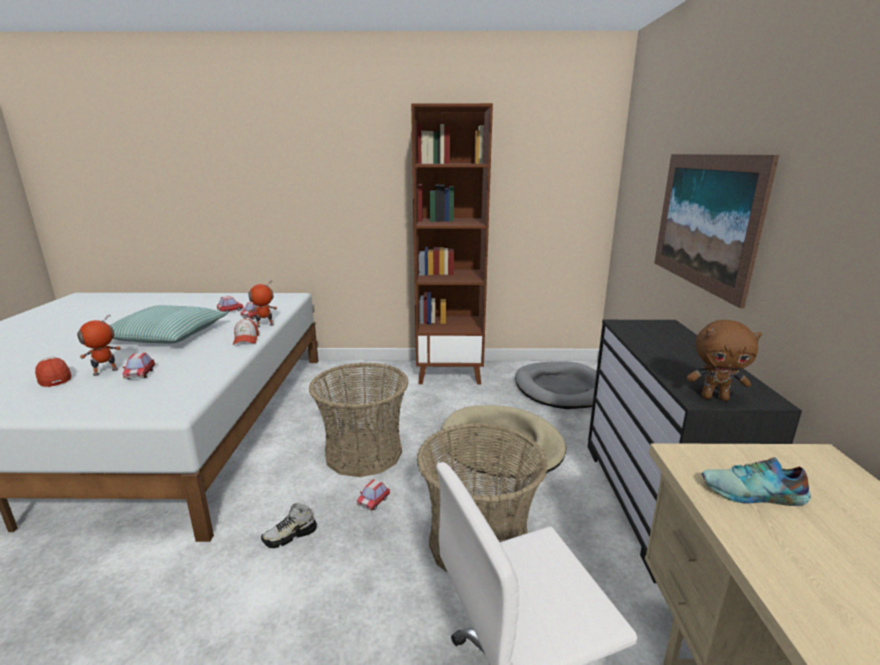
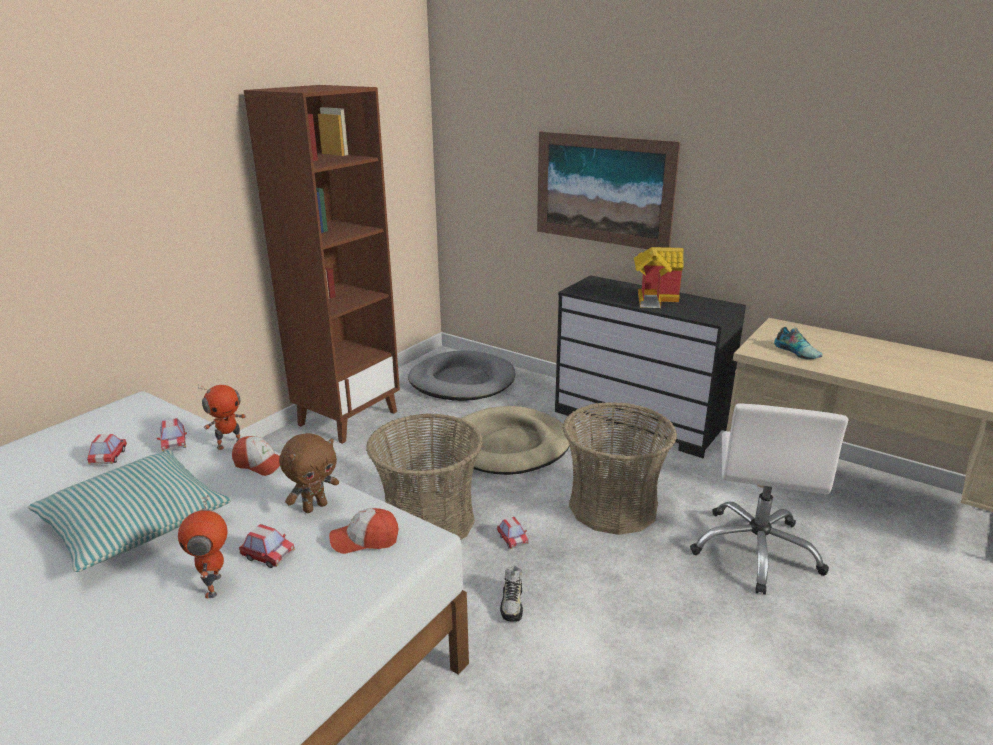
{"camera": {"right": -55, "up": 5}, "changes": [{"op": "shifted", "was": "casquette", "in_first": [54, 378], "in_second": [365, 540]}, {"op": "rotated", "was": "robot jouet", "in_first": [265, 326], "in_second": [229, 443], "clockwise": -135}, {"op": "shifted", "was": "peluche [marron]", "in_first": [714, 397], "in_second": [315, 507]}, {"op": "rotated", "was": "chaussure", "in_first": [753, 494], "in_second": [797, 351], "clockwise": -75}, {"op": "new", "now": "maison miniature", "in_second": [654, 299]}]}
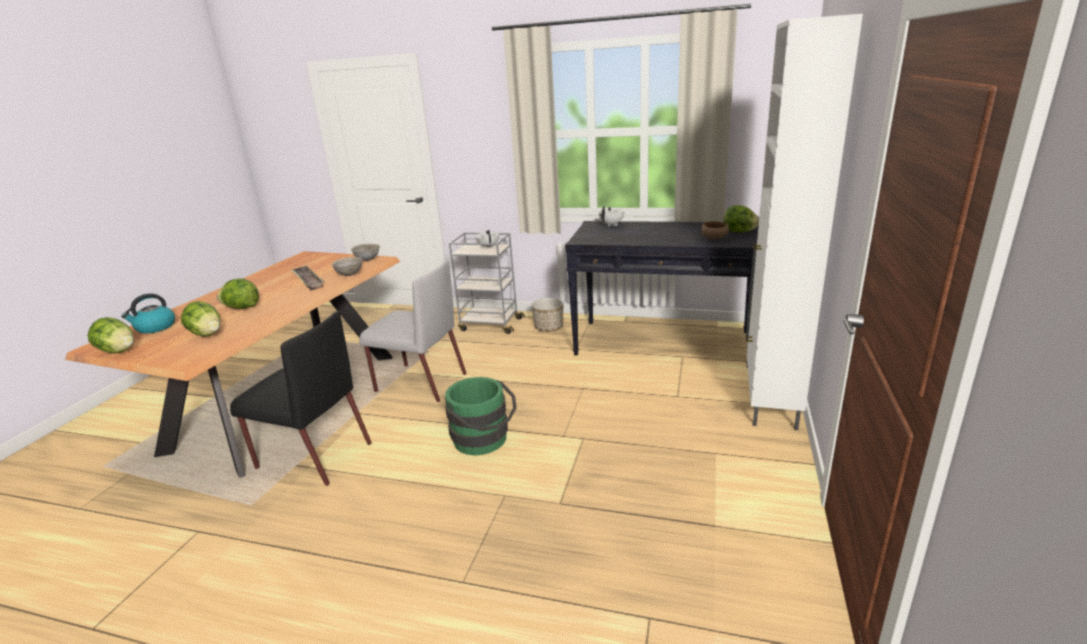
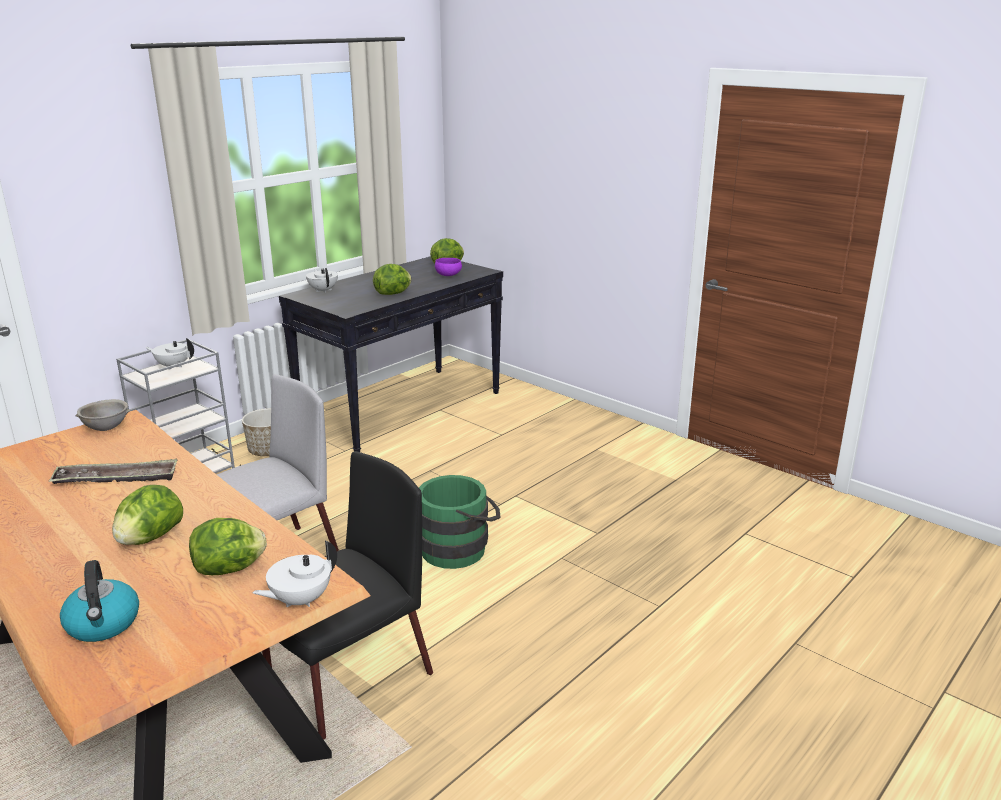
{"camera": {"right": -65, "up": 0}, "changes": [{"op": "shifted", "was": "laitue", "in_first": [118, 351], "in_second": [393, 293]}, {"op": "gone", "was": "bol [gris]", "in_first": [349, 275]}, {"op": "repainted", "was": "bol [marron]", "now": "bol [violet]", "in_first": [715, 238], "in_second": [449, 275]}, {"op": "gone", "was": "meuble de rangement [blanc]", "in_first": [770, 401]}, {"op": "new", "now": "théière [blanc]", "in_second": [300, 600]}]}
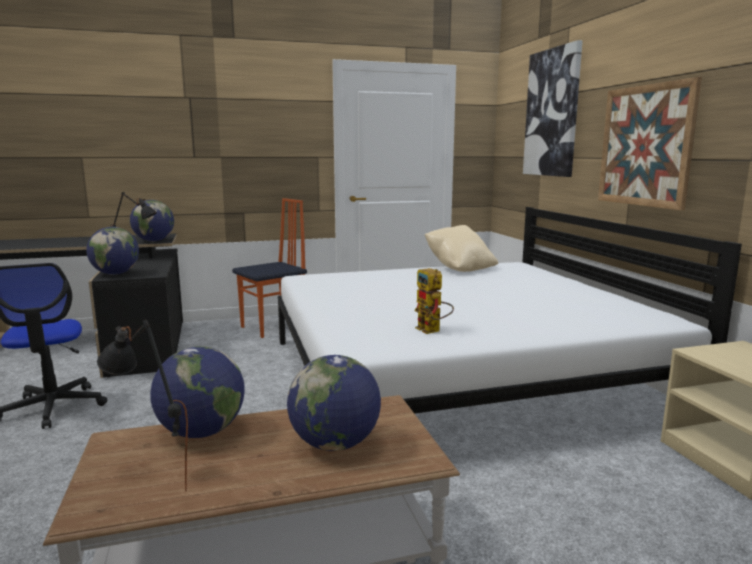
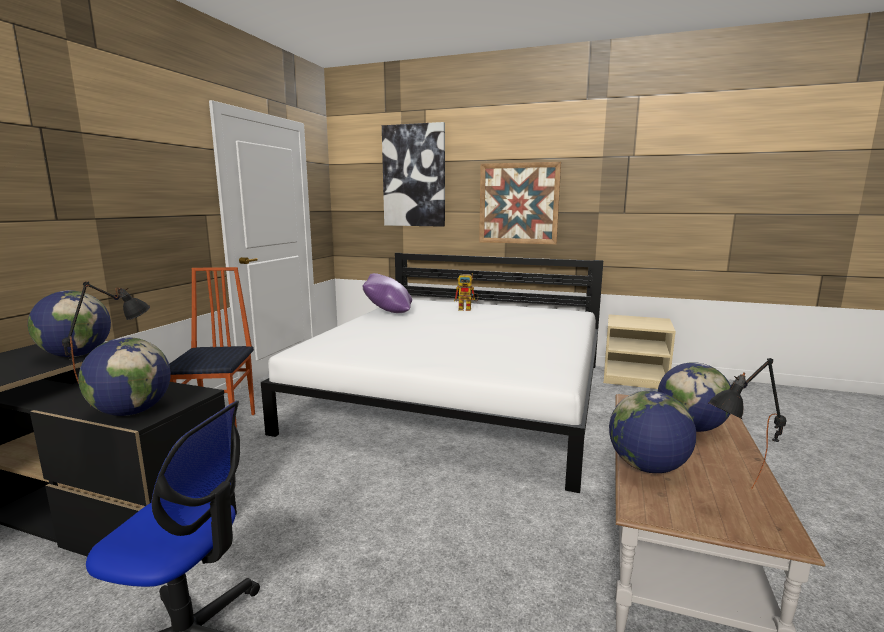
{"camera": {"right": -55, "up": 0}, "changes": [{"op": "shifted", "was": "robot jouet", "in_first": [432, 331], "in_second": [468, 309]}, {"op": "repainted", "was": "coussin [beige]", "now": "coussin [violet]", "in_first": [459, 268], "in_second": [388, 312]}]}
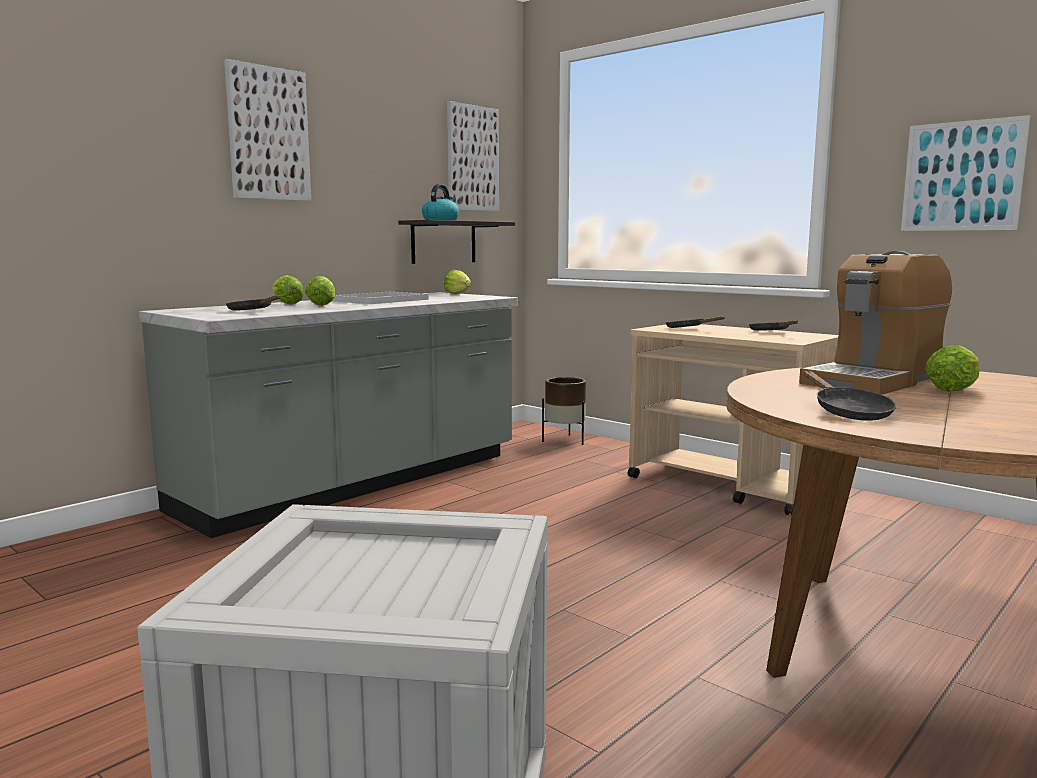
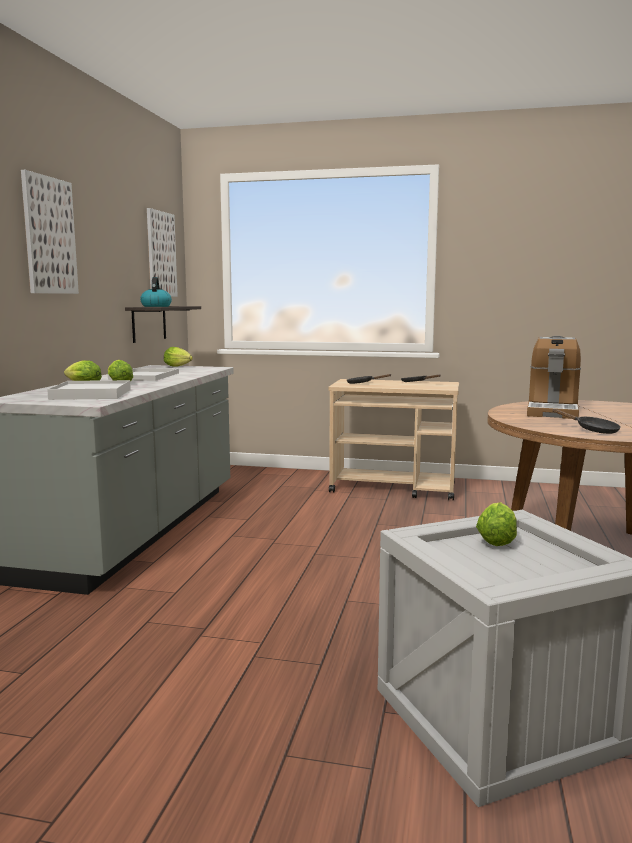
{"camera": {"right": -30, "up": 0}, "changes": [{"op": "swapped", "was": "poêle [noir]", "now": "plateau [blanc]", "in_first": [252, 311], "in_second": [91, 394]}, {"op": "gone", "was": "cache-pot [marron]", "in_first": [564, 440]}, {"op": "gone", "was": "tableau", "in_first": [962, 176]}, {"op": "shifted", "was": "laitue", "in_first": [954, 389], "in_second": [497, 540]}]}
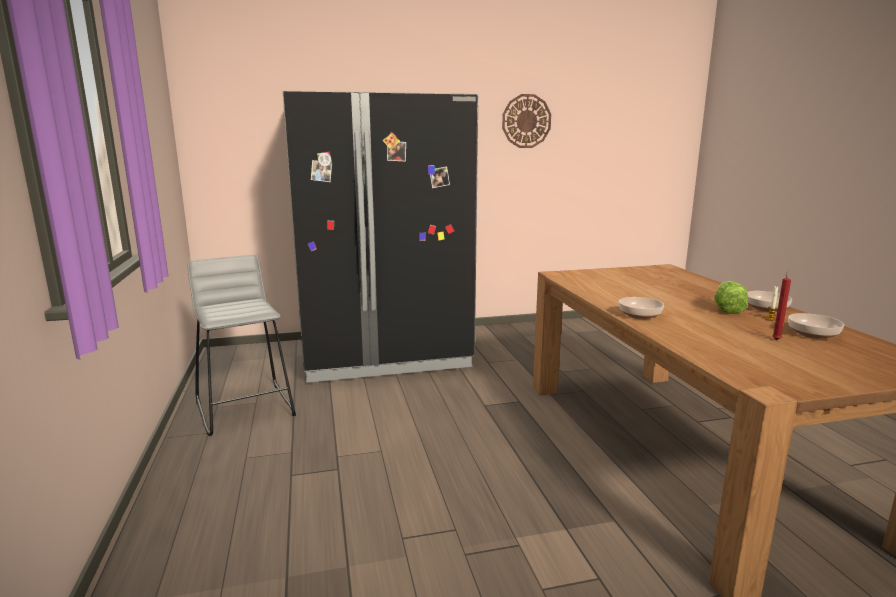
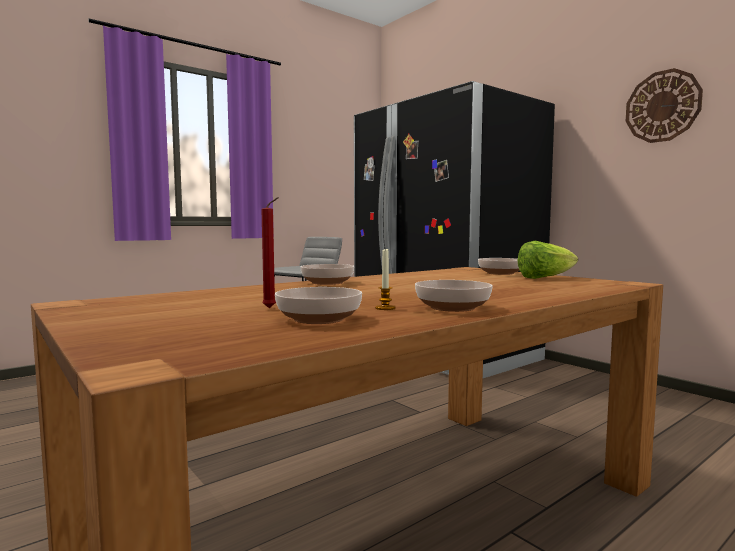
{"camera": {"right": 65, "up": -10}, "changes": [{"op": "shifted", "was": "laitue", "in_first": [726, 309], "in_second": [544, 278]}, {"op": "new", "now": "bol", "in_second": [500, 273]}]}
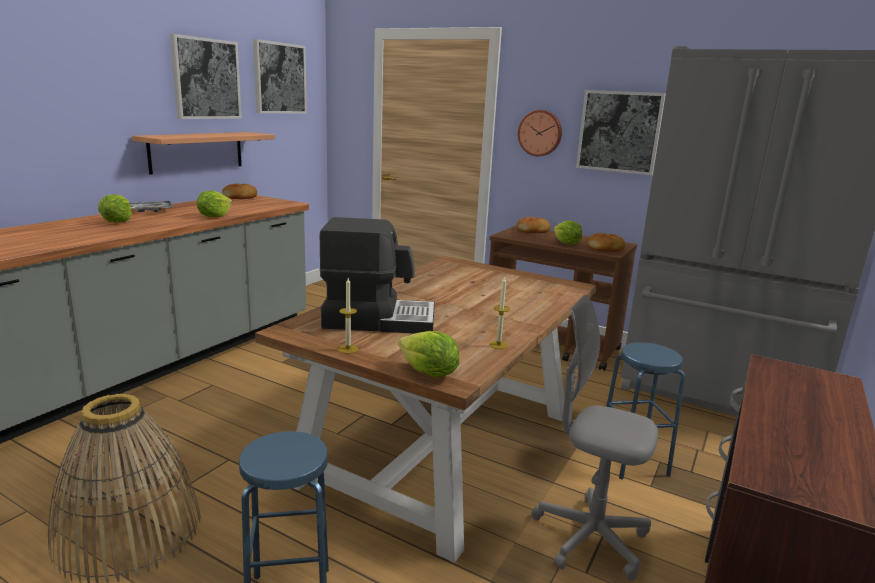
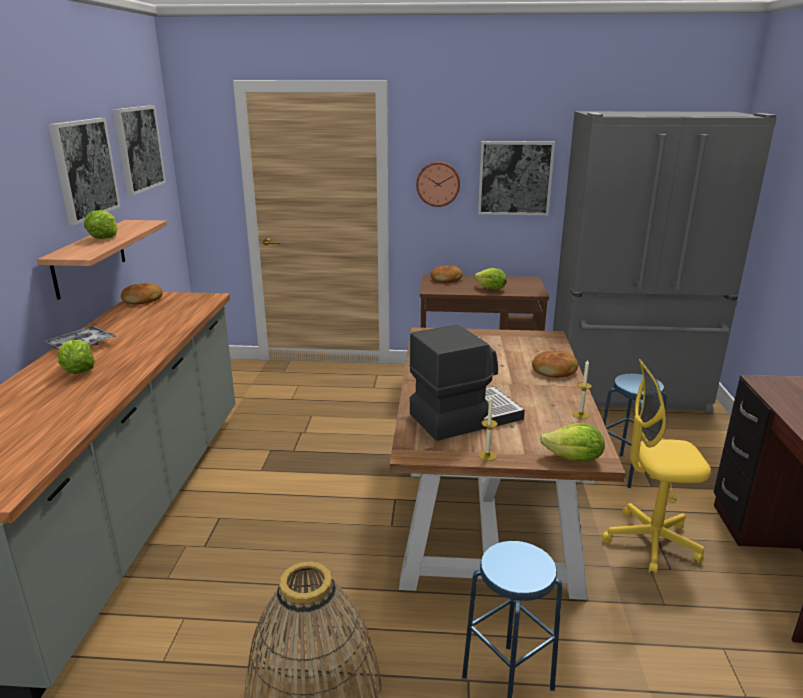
{"camera": {"right": -25, "up": 5}, "changes": [{"op": "shifted", "was": "laitue", "in_first": [214, 216], "in_second": [104, 238]}, {"op": "repainted", "was": "chaise de bureau [gris]", "now": "chaise de bureau [jaune]", "in_first": [590, 538], "in_second": [650, 542]}, {"op": "shifted", "was": "pain", "in_first": [605, 249], "in_second": [555, 371]}]}
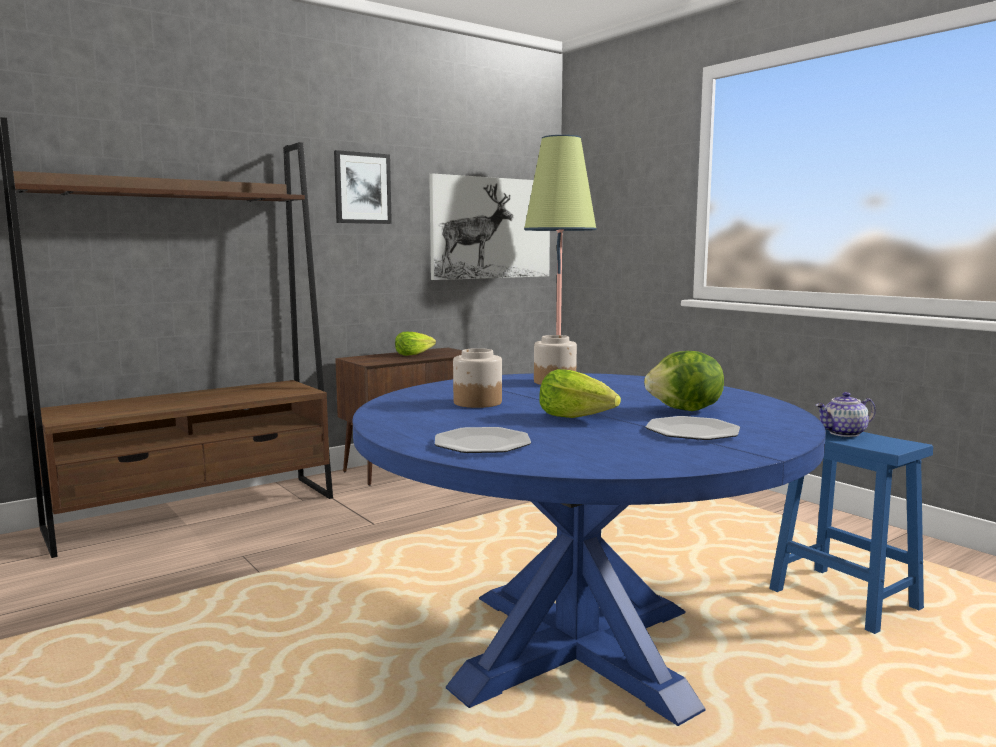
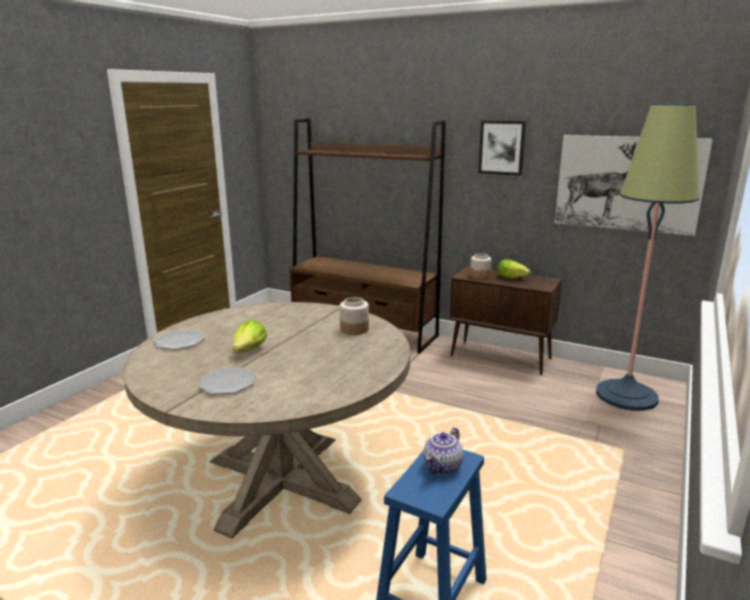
{"camera": {"right": 65, "up": 10}, "changes": [{"op": "repainted", "was": "table à manger [bleu]", "now": "table à manger [beige]", "in_first": [576, 649], "in_second": [281, 481]}, {"op": "shifted", "was": "bocal", "in_first": [477, 402], "in_second": [480, 276]}, {"op": "gone", "was": "laitue", "in_first": [685, 410]}, {"op": "rotated", "was": "théière", "in_first": [844, 433], "in_second": [443, 467], "clockwise": -105}]}
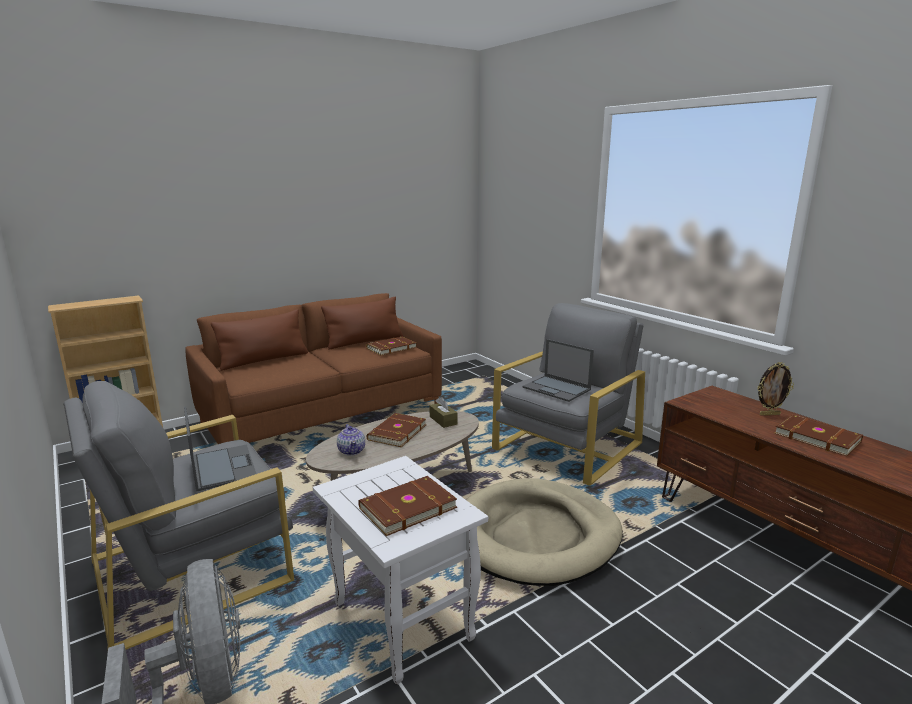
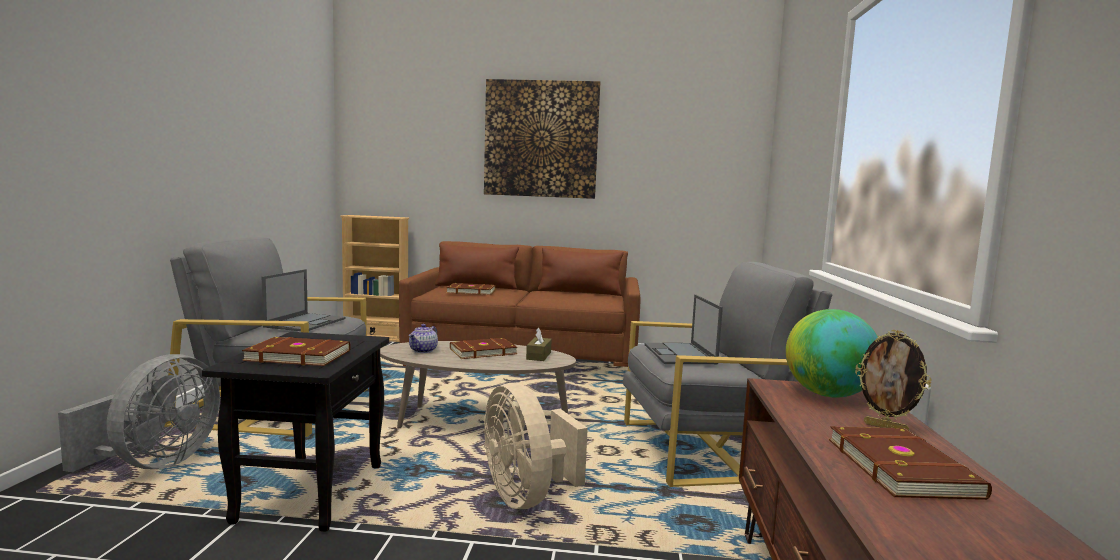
{"camera": {"right": 40, "up": -10}, "changes": [{"op": "repainted", "was": "table d'appoint [blanc]", "now": "table d'appoint [noir]", "in_first": [400, 620], "in_second": [310, 491]}, {"op": "shifted", "was": "livre [marron]", "in_first": [391, 348], "in_second": [471, 291]}, {"op": "swapped", "was": "panier pour chien [beige]", "now": "ventilateur [beige]", "in_first": [535, 536], "in_second": [526, 496]}, {"op": "new", "now": "tableau", "in_second": [541, 139]}, {"op": "new", "now": "globe", "in_second": [827, 395]}]}
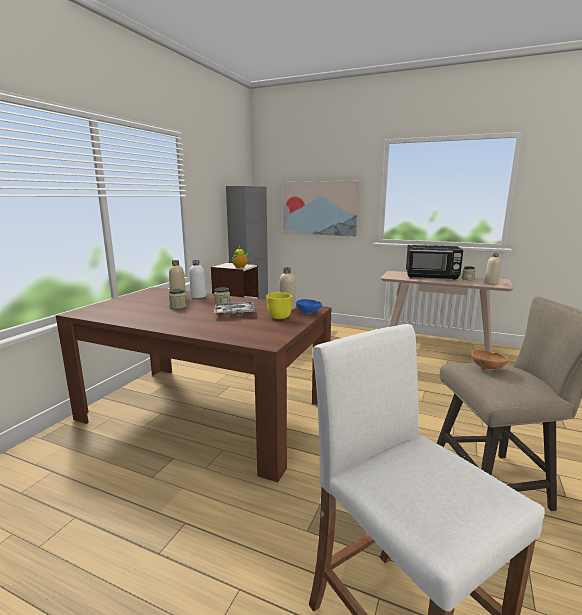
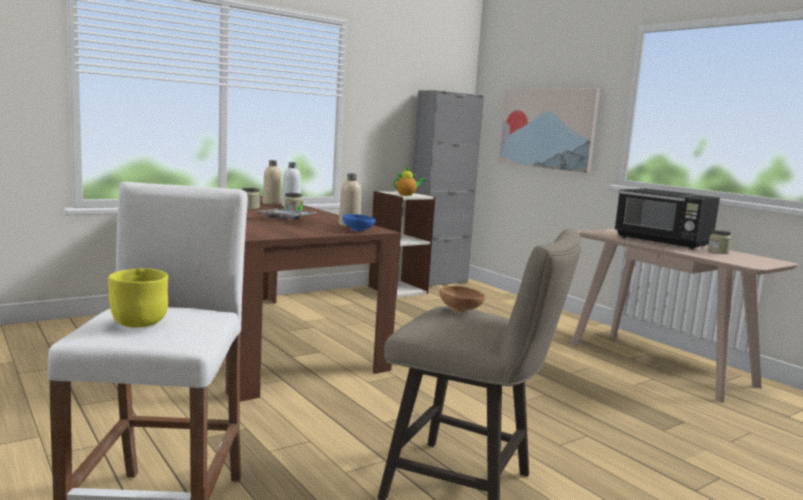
{"camera": {"right": 30, "up": -5}, "changes": [{"op": "shifted", "was": "bol [jaune]", "in_first": [279, 317], "in_second": [138, 323]}, {"op": "gone", "was": "bouteille [beige]", "in_first": [491, 283]}]}
